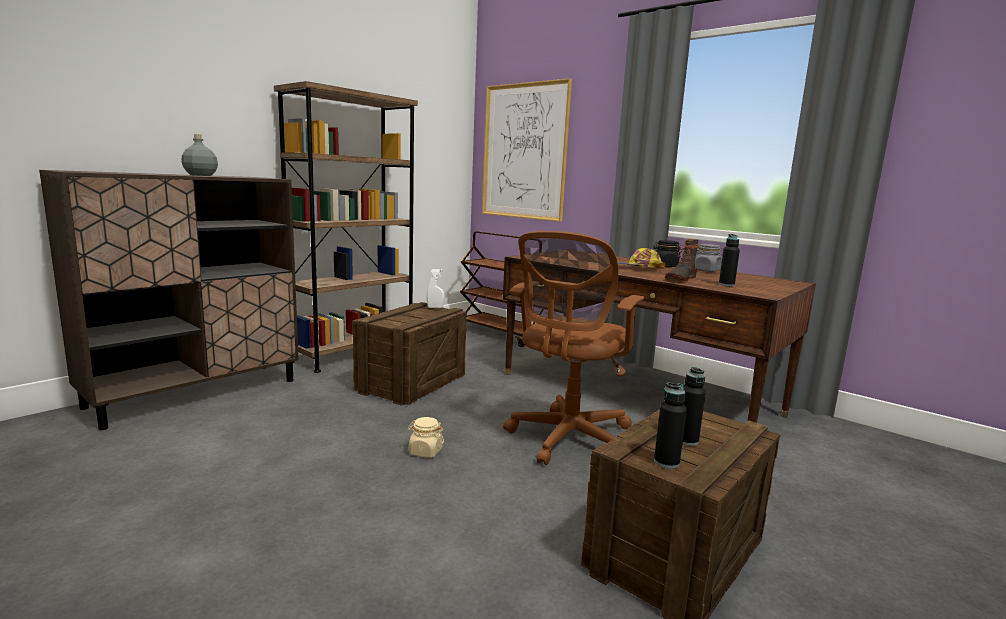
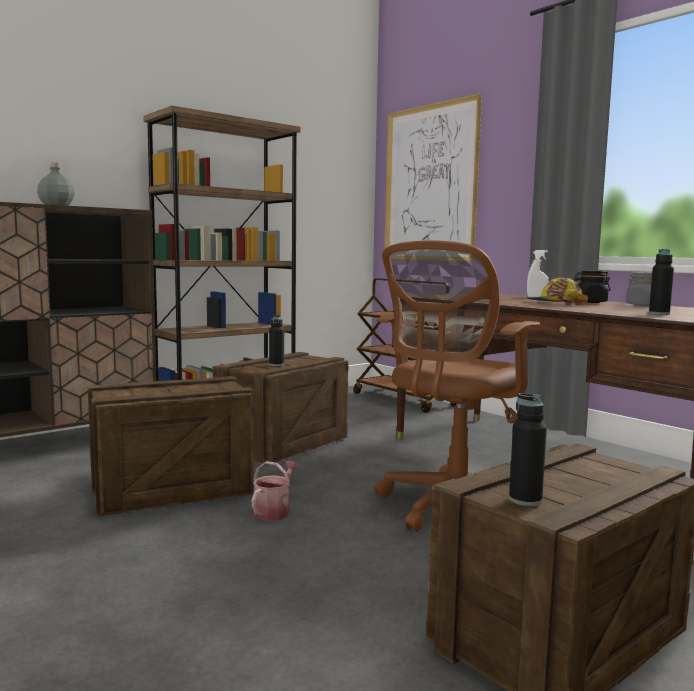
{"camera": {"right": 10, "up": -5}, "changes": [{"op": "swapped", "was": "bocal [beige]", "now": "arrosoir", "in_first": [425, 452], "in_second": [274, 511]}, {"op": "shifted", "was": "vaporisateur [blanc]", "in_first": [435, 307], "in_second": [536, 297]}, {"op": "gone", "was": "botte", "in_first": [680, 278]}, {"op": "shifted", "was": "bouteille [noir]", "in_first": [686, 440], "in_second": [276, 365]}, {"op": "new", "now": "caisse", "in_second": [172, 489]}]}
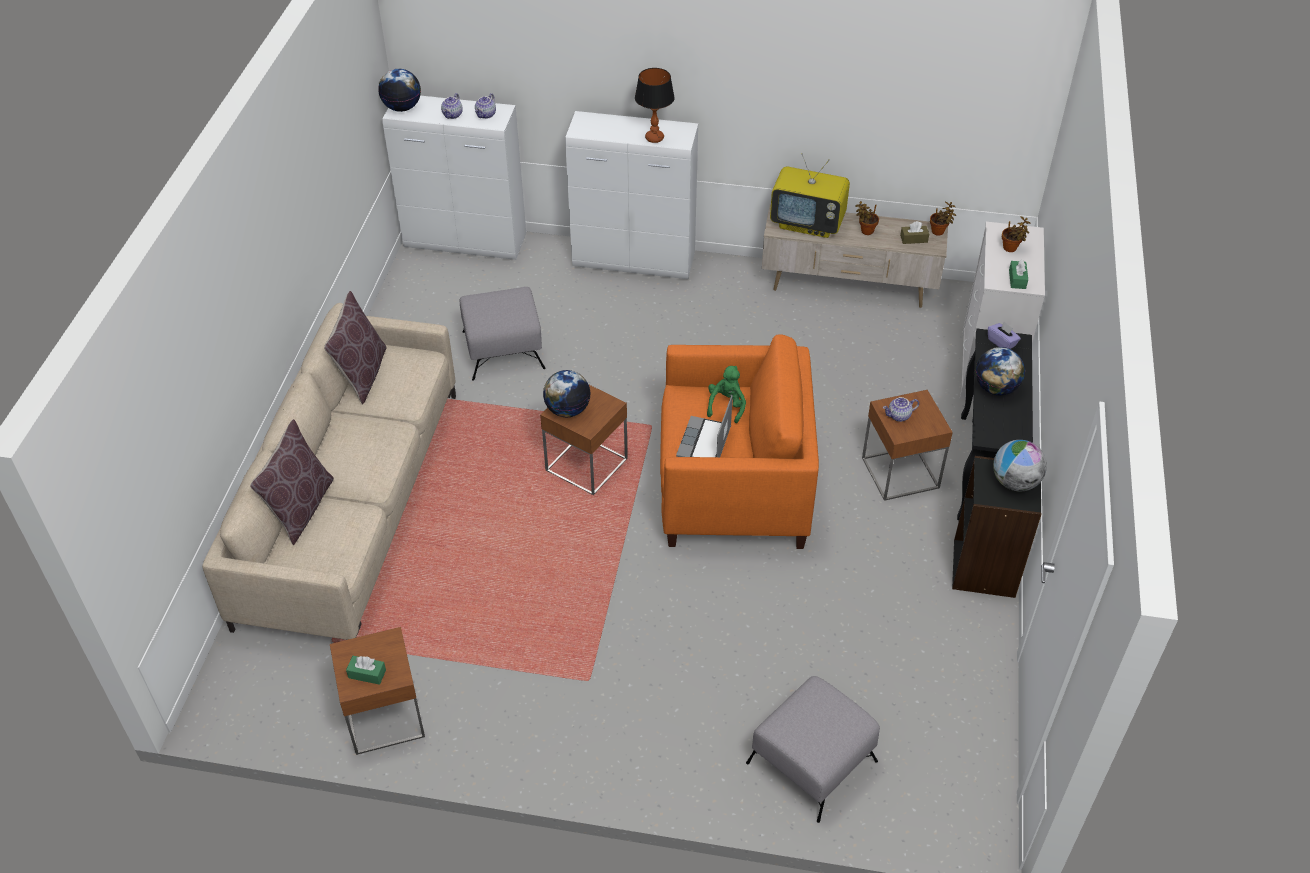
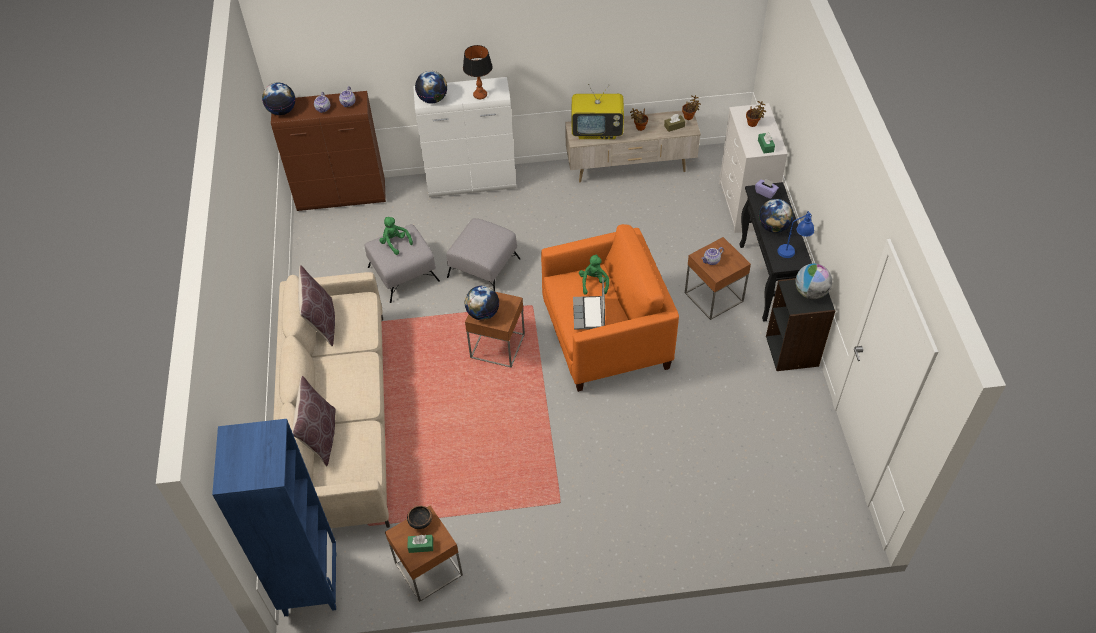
{"camera": {"right": -15, "up": 5}, "changes": [{"op": "repainted", "was": "meuble de rangement [blanc]", "now": "meuble de rangement [marron]", "in_first": [466, 242], "in_second": [342, 196]}, {"op": "shifted", "was": "pouf [gris]", "in_first": [812, 761], "in_second": [484, 267]}, {"op": "new", "now": "bibliothèque [bleu]", "in_second": [310, 583]}, {"op": "new", "now": "peluche [vert]", "in_second": [395, 243]}, {"op": "new", "now": "bol", "in_second": [420, 521]}, {"op": "new", "now": "globe", "in_second": [433, 99]}, {"op": "new", "now": "lampe de table [bleu]", "in_second": [793, 249]}]}
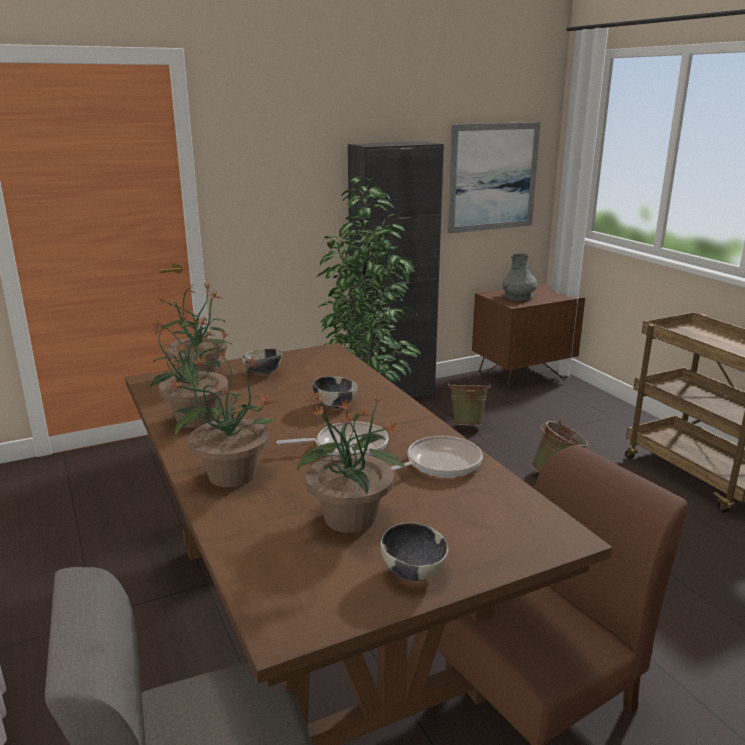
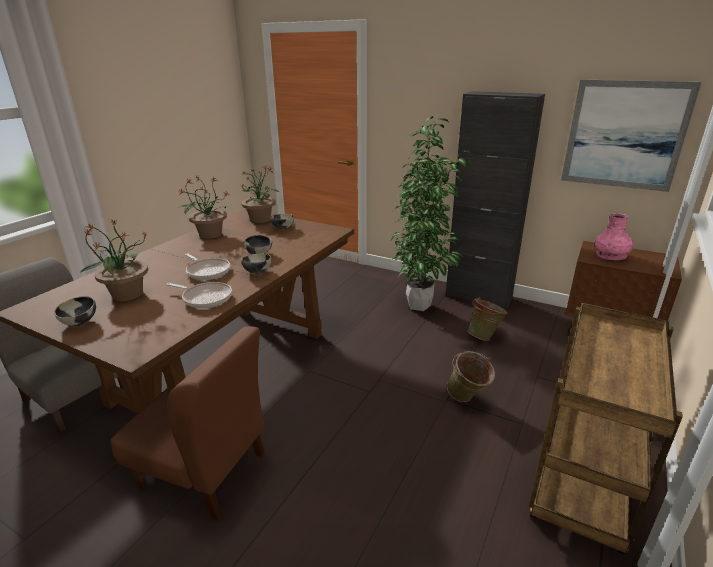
{"camera": {"right": 55, "up": 5}, "changes": [{"op": "gone", "was": "plante en pot", "in_first": [230, 474]}, {"op": "repainted", "was": "vase [gris]", "now": "vase [rose]", "in_first": [518, 297], "in_second": [611, 256]}, {"op": "new", "now": "bol", "in_second": [257, 272]}]}
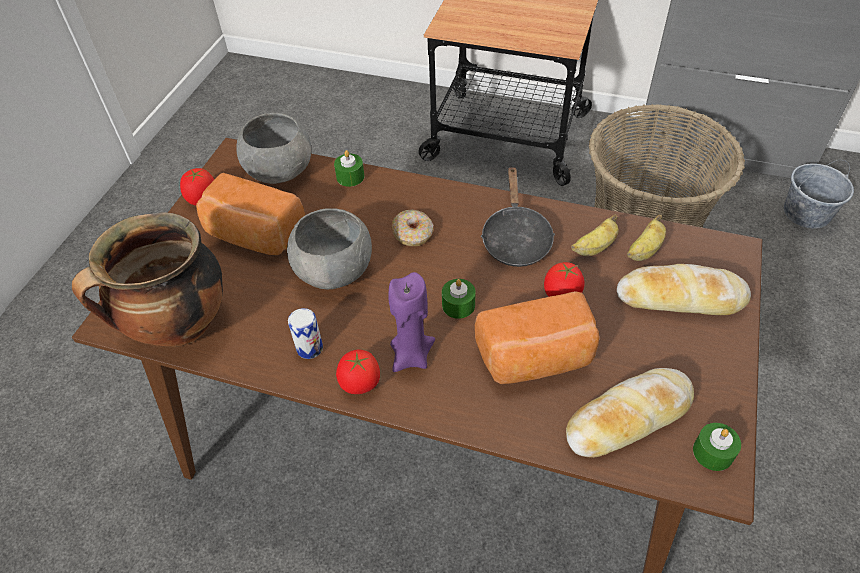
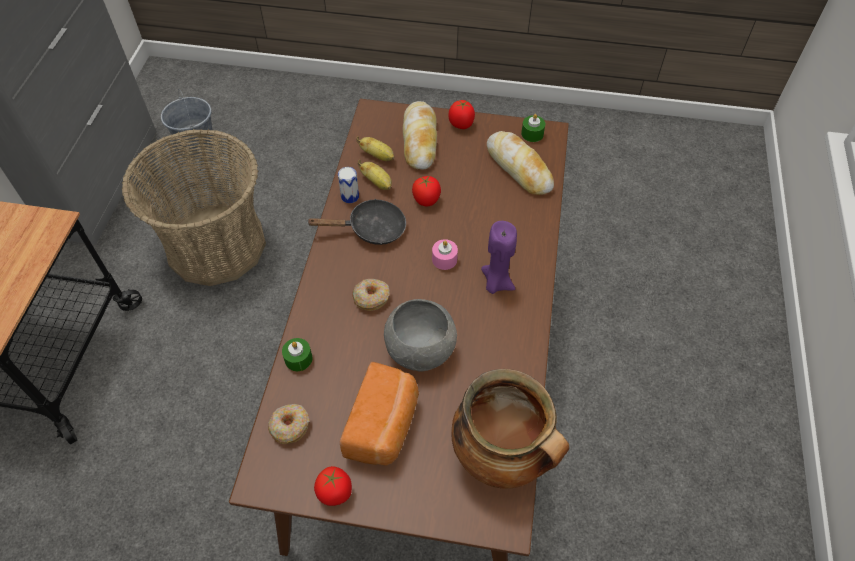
{"camera": {"right": -100, "up": 5}, "changes": [{"op": "swapped", "was": "bol [gris]", "now": "beignet", "in_first": [279, 171], "in_second": [290, 426]}, {"op": "shifted", "was": "boîte métallique", "in_first": [309, 348], "in_second": [350, 196]}, {"op": "shifted", "was": "tomate", "in_first": [360, 383], "in_second": [461, 124]}, {"op": "repainted", "was": "bougie [vert]", "now": "bougie [rose]", "in_first": [458, 305], "in_second": [444, 259]}, {"op": "gone", "was": "pain", "in_first": [536, 359]}]}
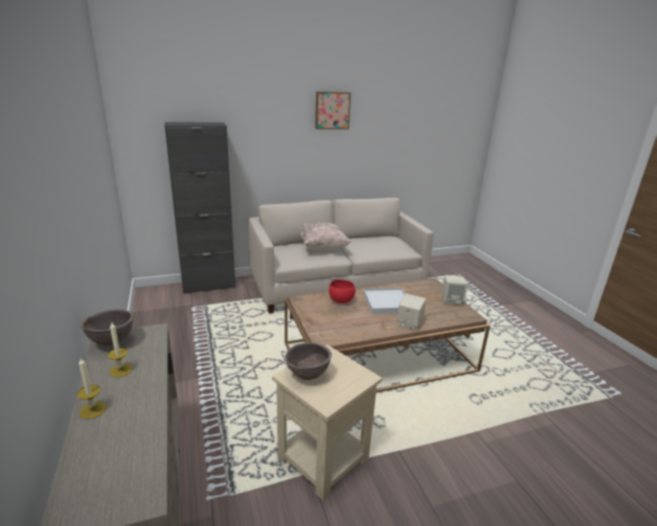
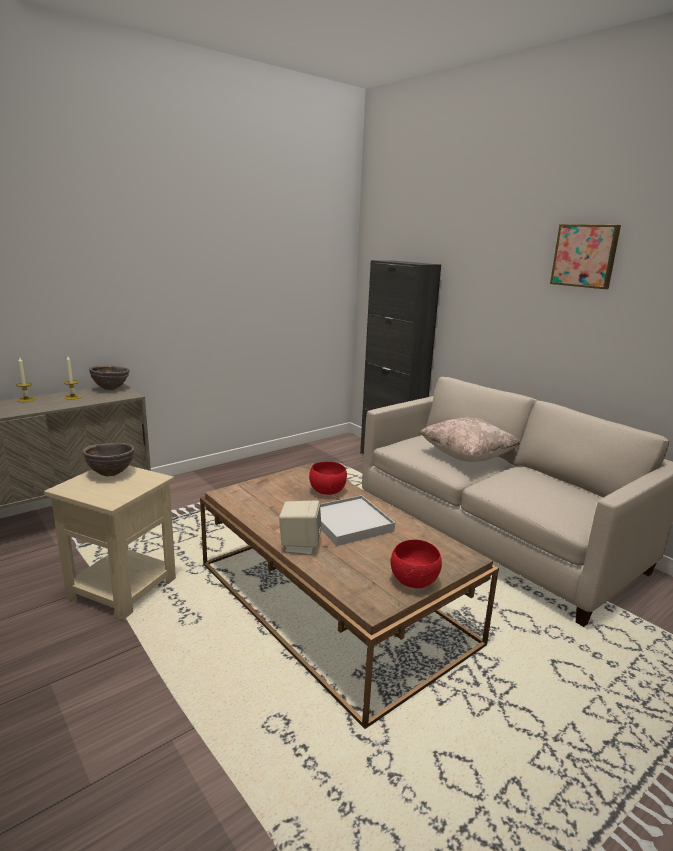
{"camera": {"right": 70, "up": -5}, "changes": [{"op": "swapped", "was": "enceinte [beige]", "now": "bol [rouge]", "in_first": [452, 300], "in_second": [415, 582]}]}
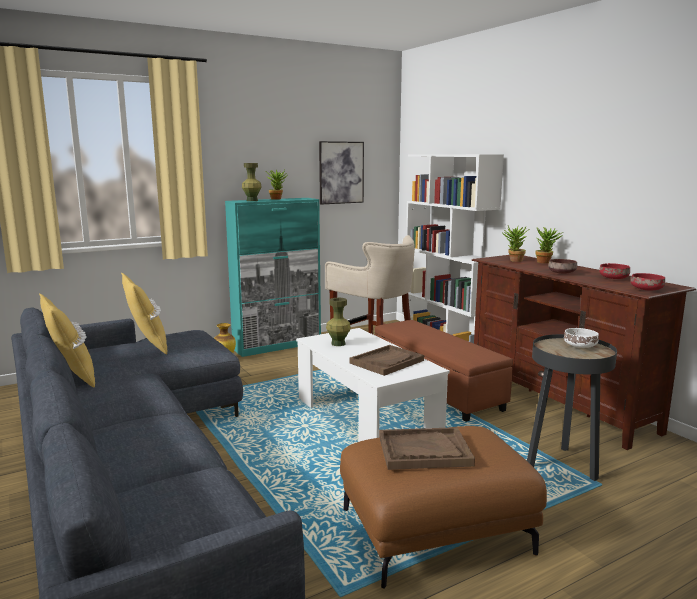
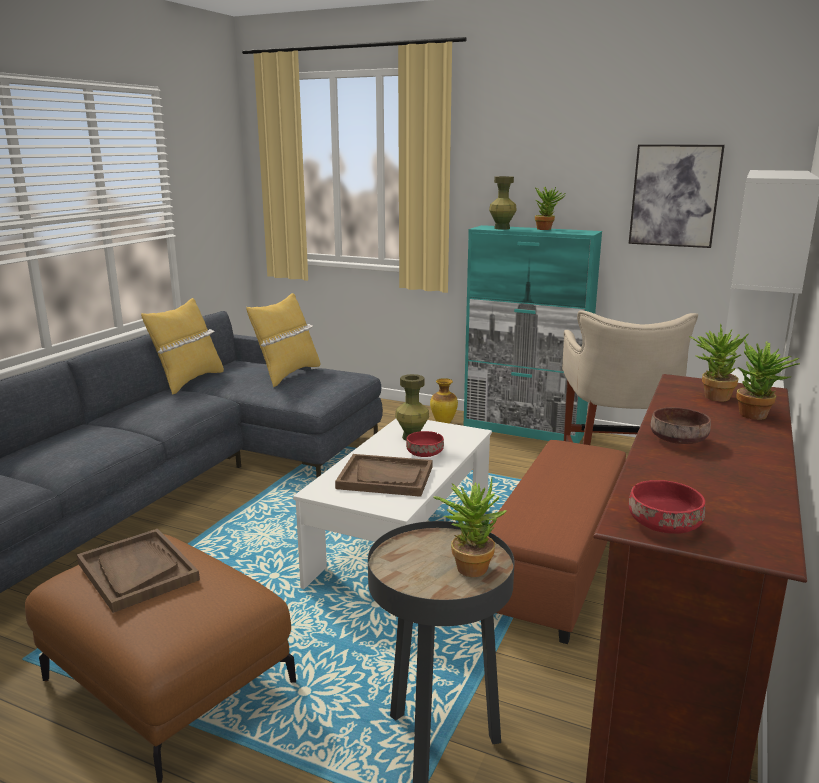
{"camera": {"right": 55, "up": 5}, "changes": [{"op": "swapped", "was": "bol [blanc]", "now": "plante en pot", "in_first": [580, 346], "in_second": [468, 565]}, {"op": "shifted", "was": "bol [rouge]", "in_first": [613, 278], "in_second": [423, 454]}]}
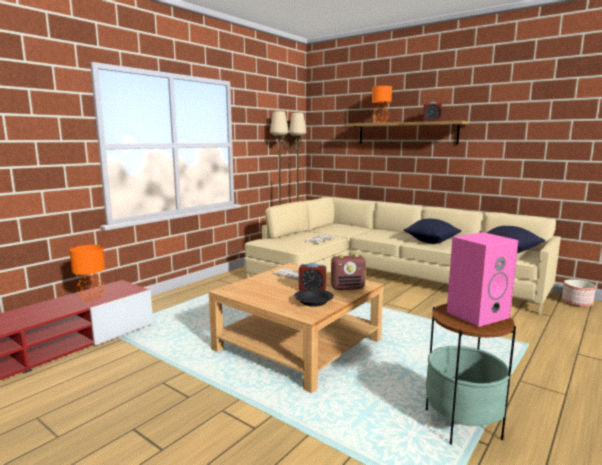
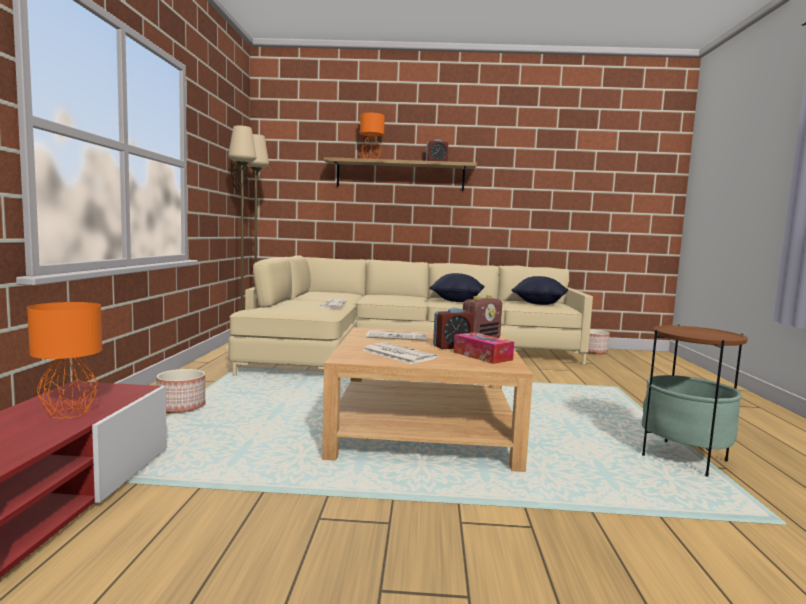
{"camera": {"right": -35, "up": -5}, "changes": [{"op": "swapped", "was": "bol [noir]", "now": "boîte à mouchoirs", "in_first": [313, 302], "in_second": [482, 356]}, {"op": "gone", "was": "enceinte [rose]", "in_first": [477, 314]}, {"op": "new", "now": "cache-pot", "in_second": [182, 407]}, {"op": "new", "now": "journal", "in_second": [397, 354]}]}
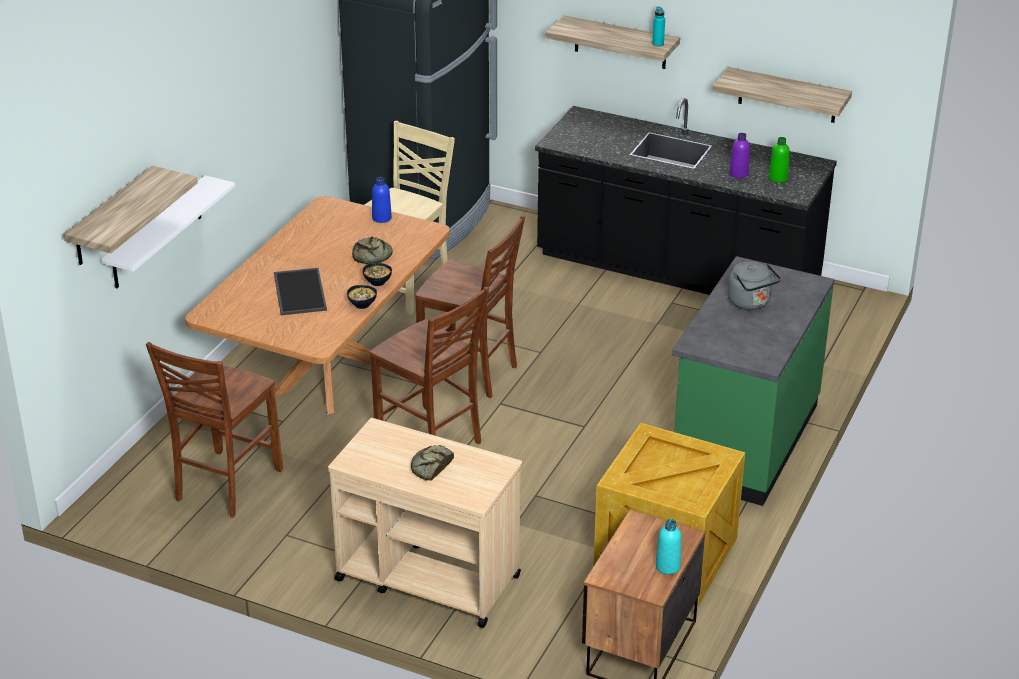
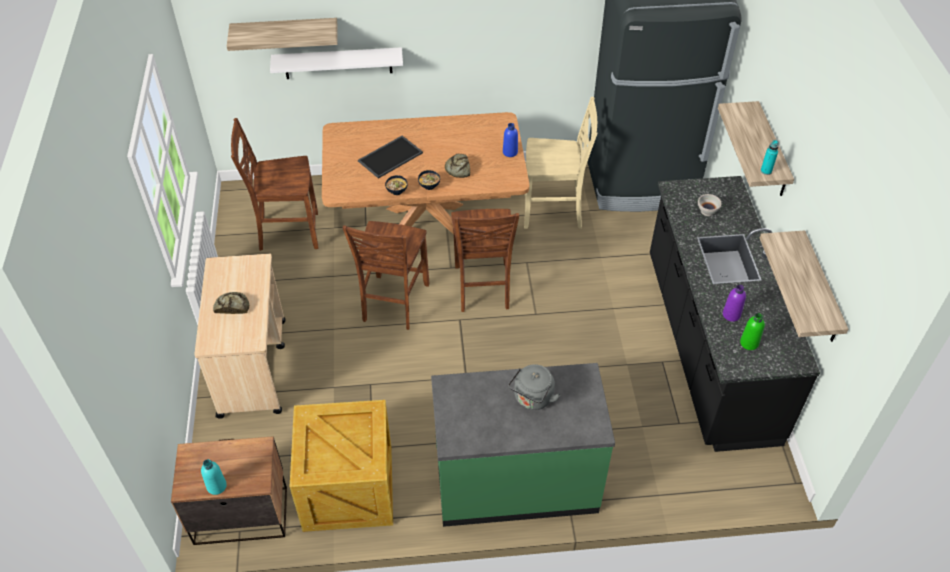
{"camera": {"right": 60, "up": 15}, "changes": [{"op": "new", "now": "bol [blanc]", "in_second": [707, 211]}]}
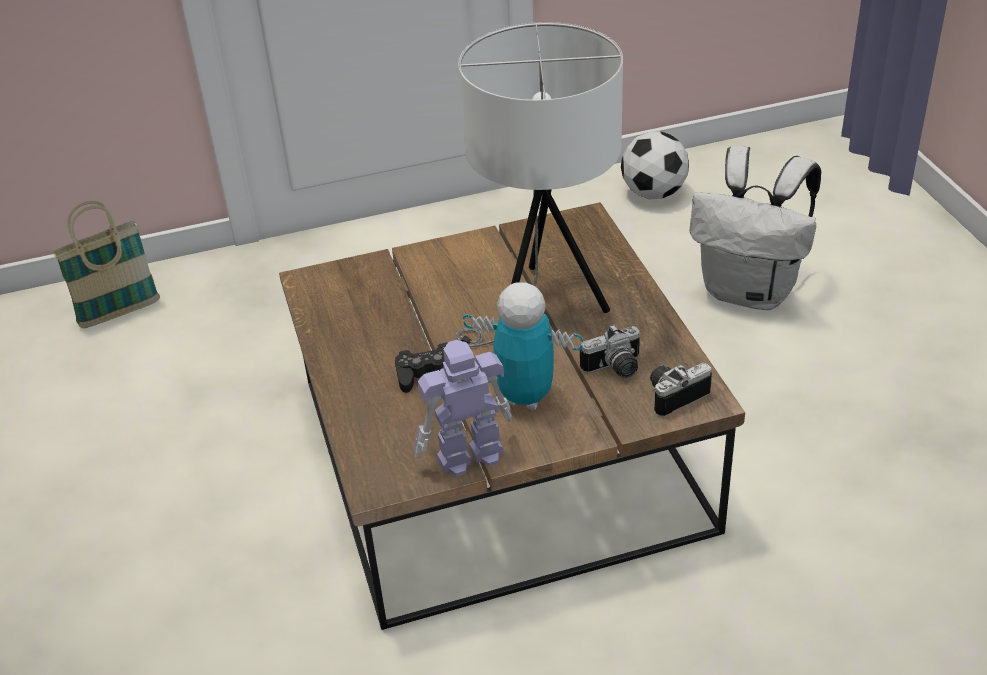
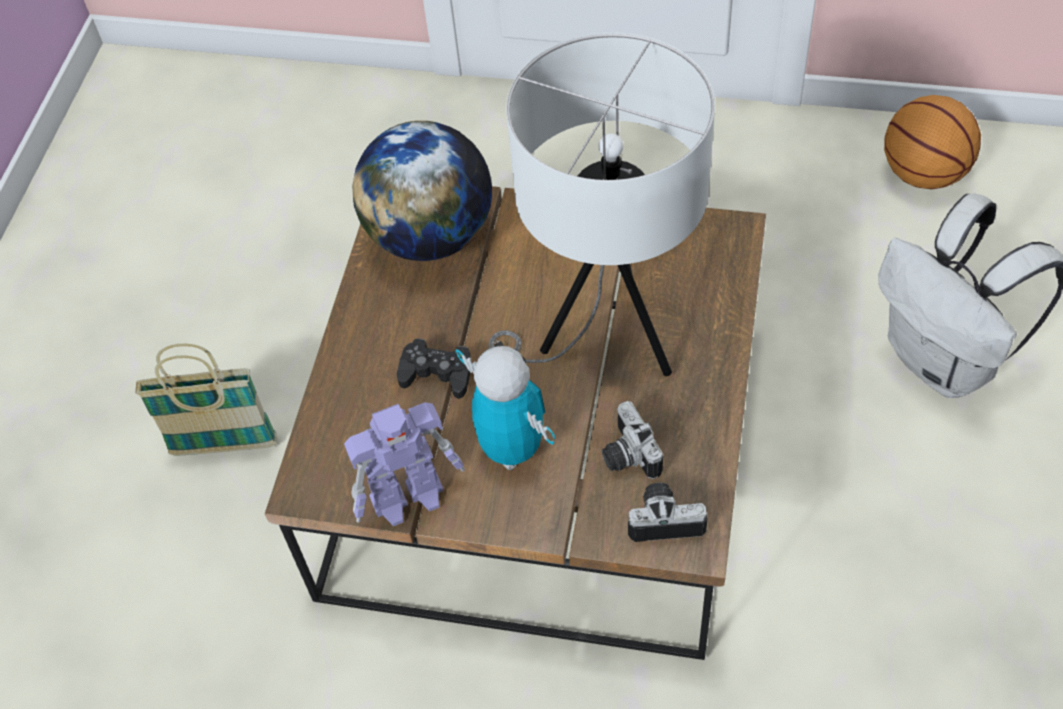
{"camera": {"right": 30, "up": 15}, "changes": [{"op": "shifted", "was": "panier", "in_first": [119, 313], "in_second": [224, 446]}, {"op": "rotated", "was": "robot jouet", "in_first": [467, 456], "in_second": [410, 496], "clockwise": 150}, {"op": "rotated", "was": "appareil photo", "in_first": [615, 369], "in_second": [626, 455], "clockwise": 60}, {"op": "swapped", "was": "ballon de foot", "now": "ballon de basket", "in_first": [653, 193], "in_second": [922, 174]}, {"op": "new", "now": "globe", "in_second": [431, 236]}]}
